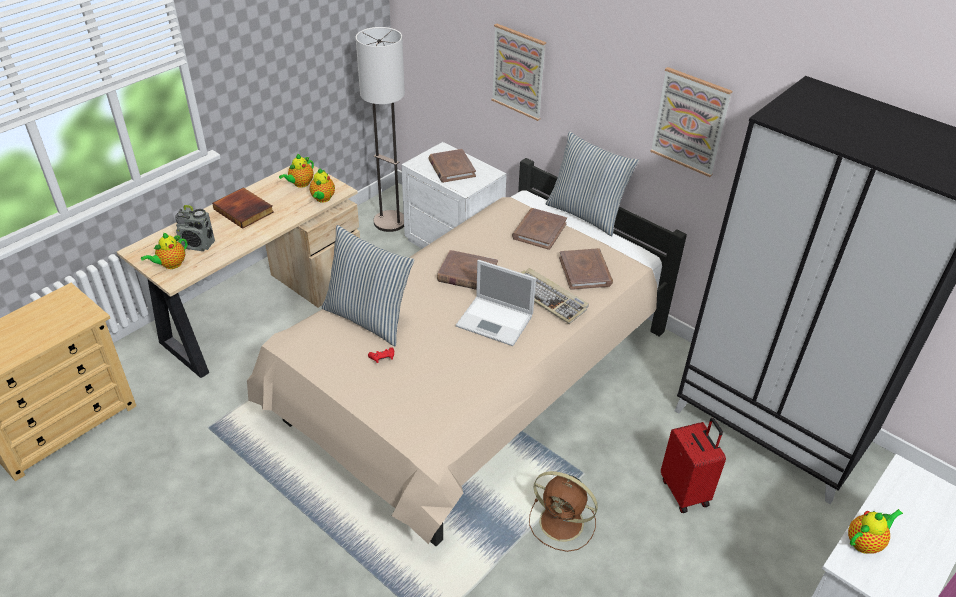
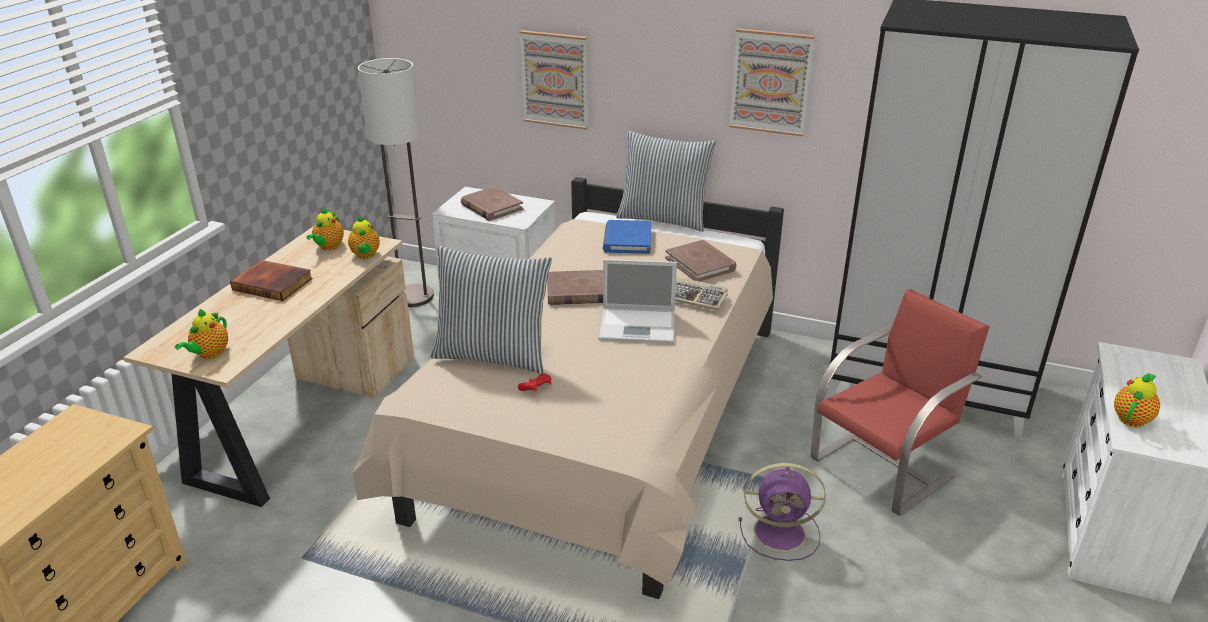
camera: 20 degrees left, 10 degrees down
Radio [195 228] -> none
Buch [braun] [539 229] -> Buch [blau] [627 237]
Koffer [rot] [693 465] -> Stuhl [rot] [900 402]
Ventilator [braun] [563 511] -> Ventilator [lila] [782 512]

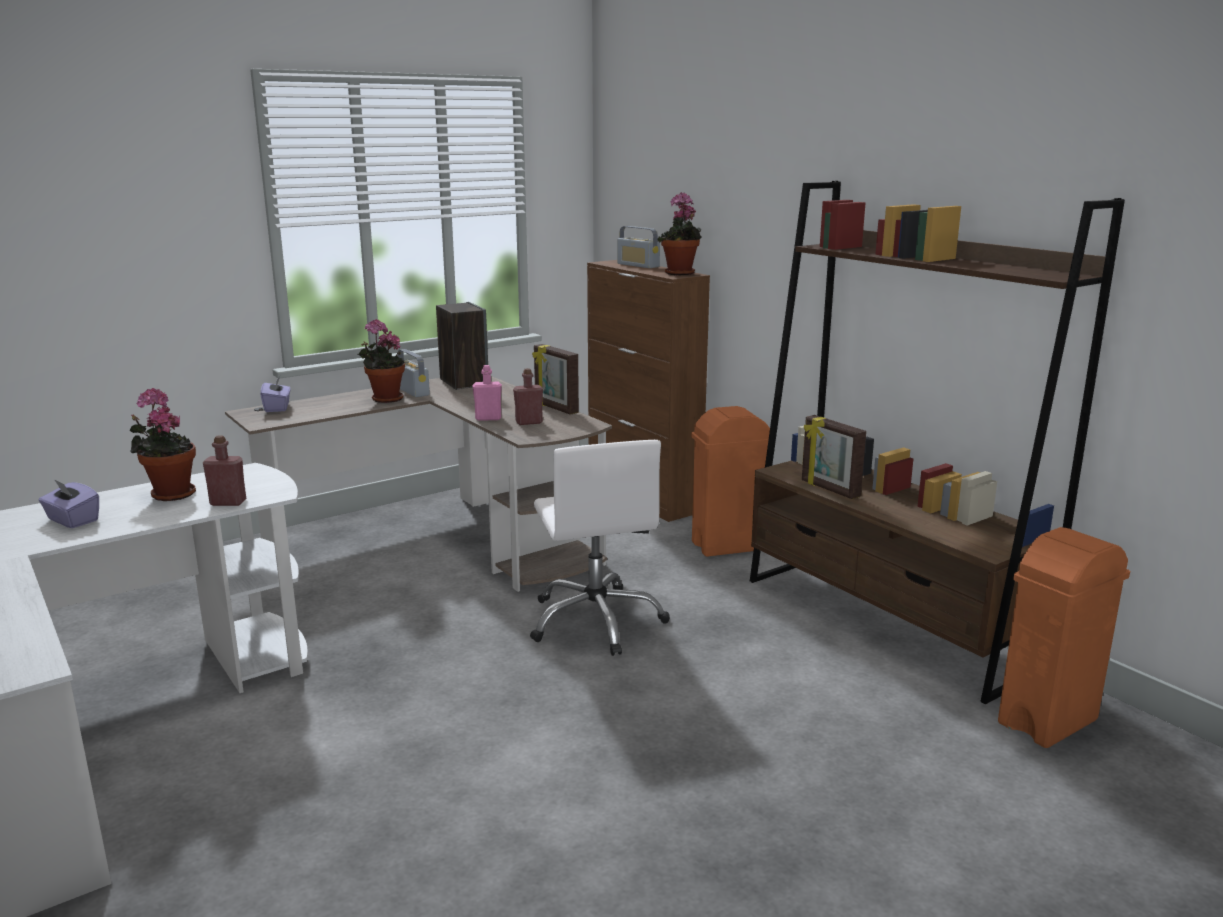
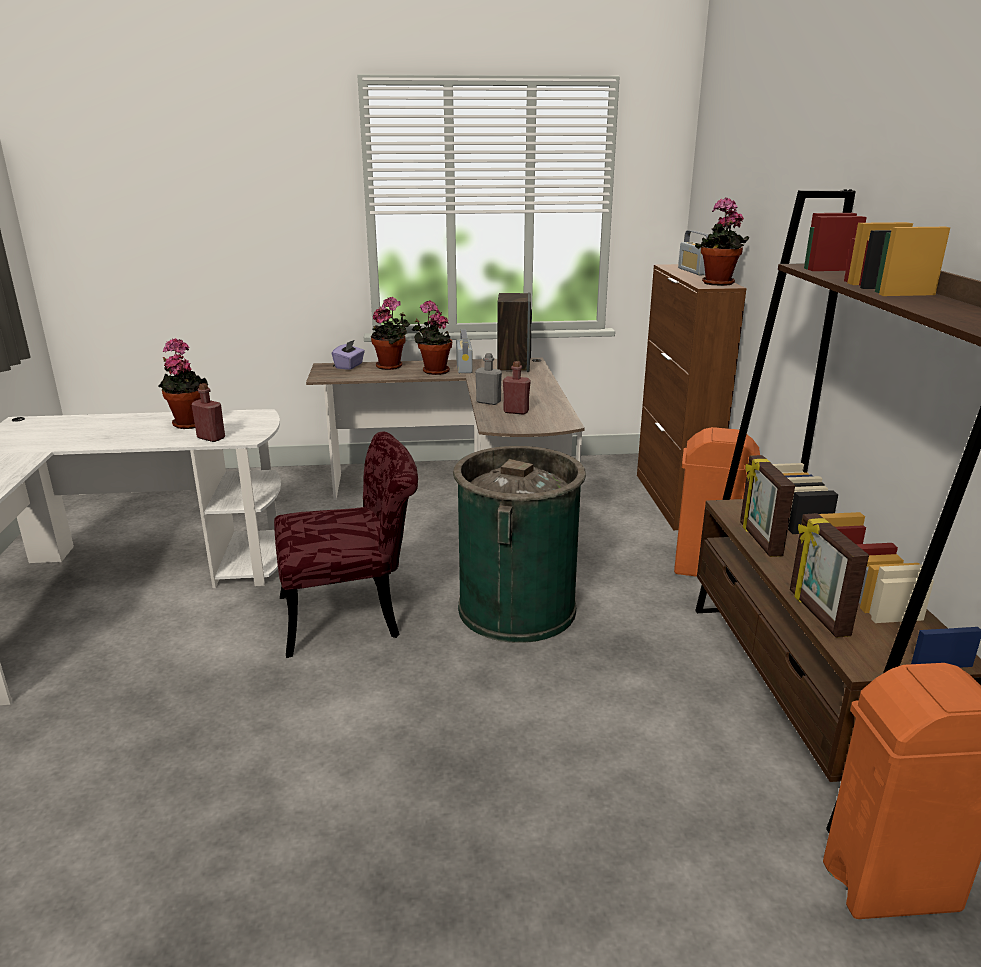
camera: 30 degrees right, 5 degrees up
Bilderrahmen [555 379] -> Bilderrahmen [829 575], move
Flasche [rosa] [487 393] -> Flasche [grau] [488 379]
Bürostuhl [weiß] [600 548] -> Mülleimer [grün] [519 544]
Taschentuchbox [lila] [68 503] -> none
none -> Topfpflanze [390 333]
none -> Stuhl [rot] [346 545]

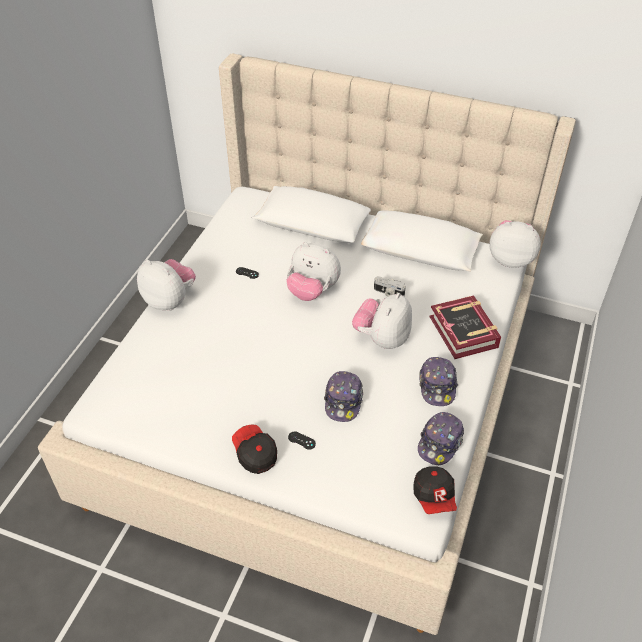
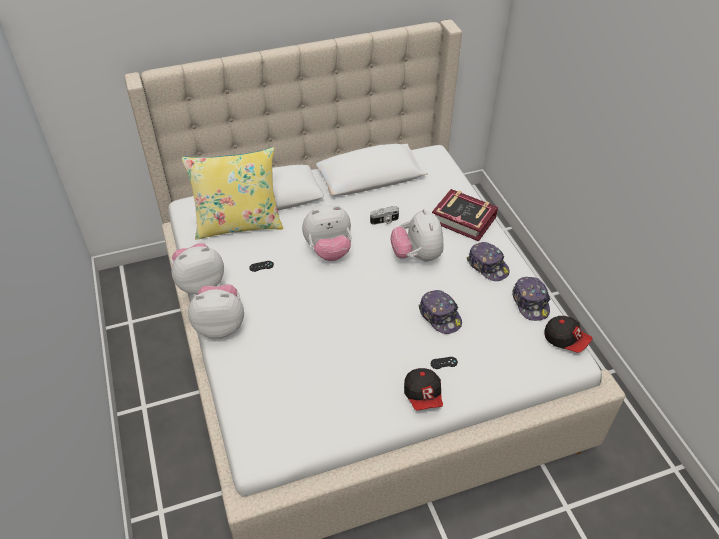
camera: 40 degrees left, 0 degrees up
Plüschtier [515 244] -> Plüschtier [197 268], move
Kappe [254 449] -> Kappe [423 389], 120 degrees counterclockwise
none -> Kissen [gelb] [232 193]

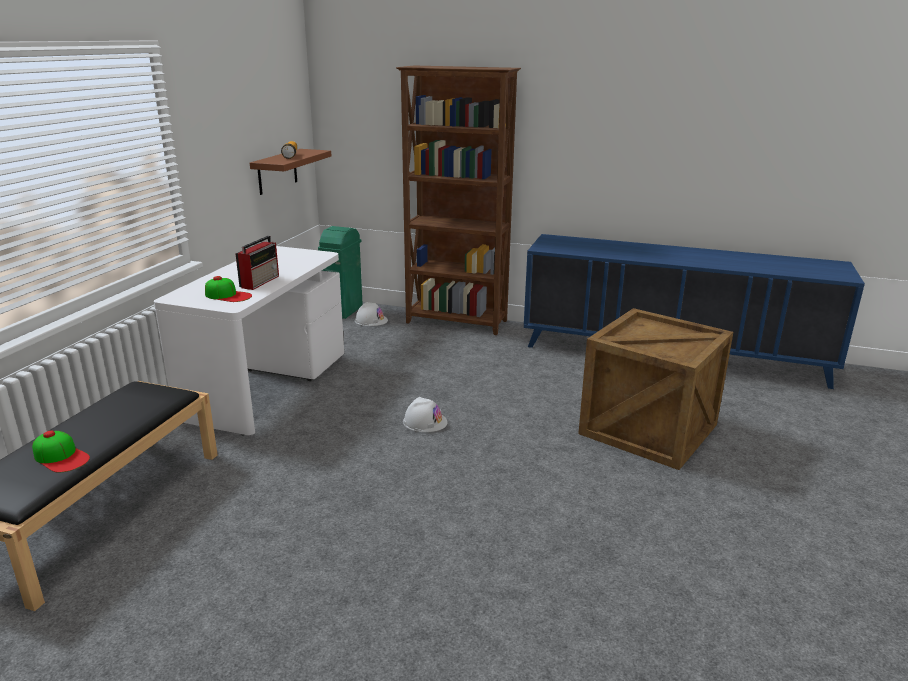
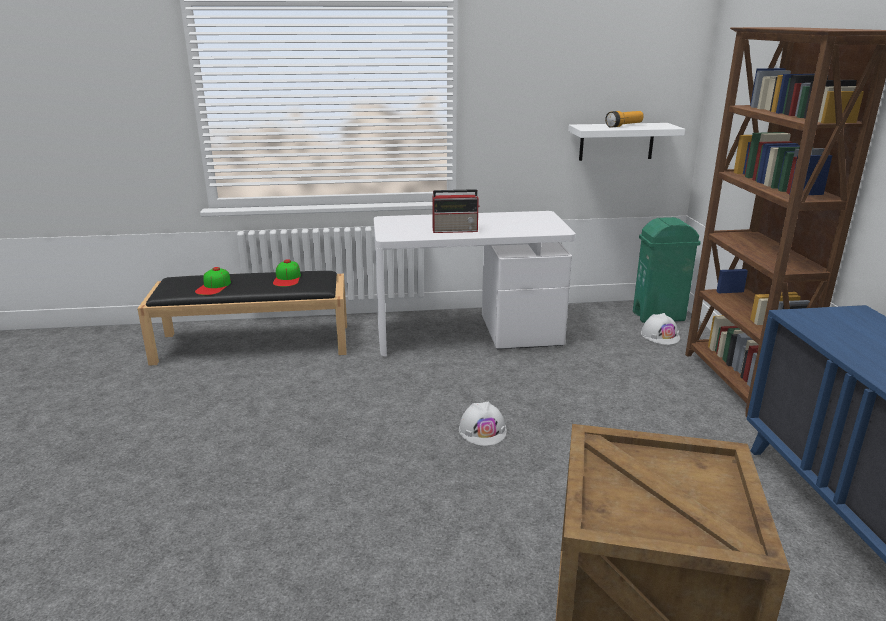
camera: 65 degrees right, 0 degrees up
Wandregal [braun] [291 172] -> Wandregal [weiß] [626 142]
Kappe [228 289] -> Kappe [287 273], move

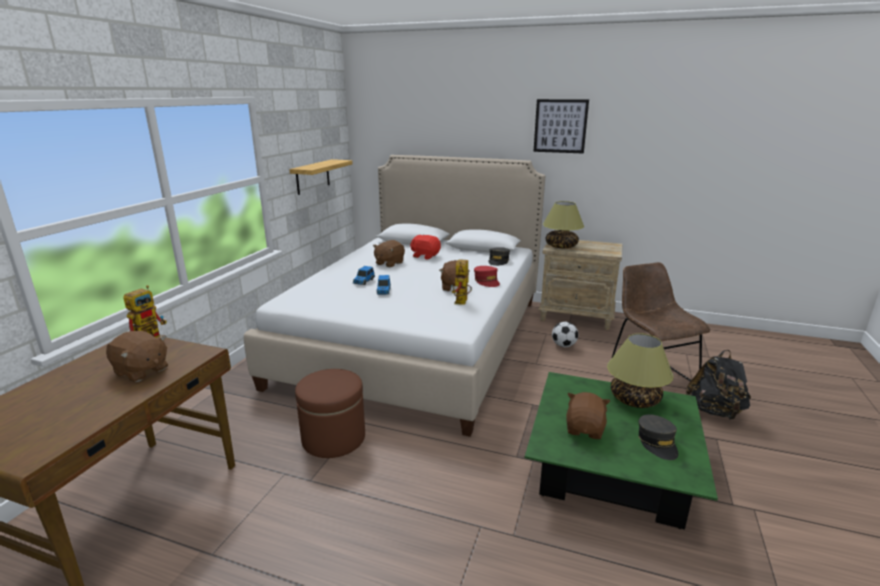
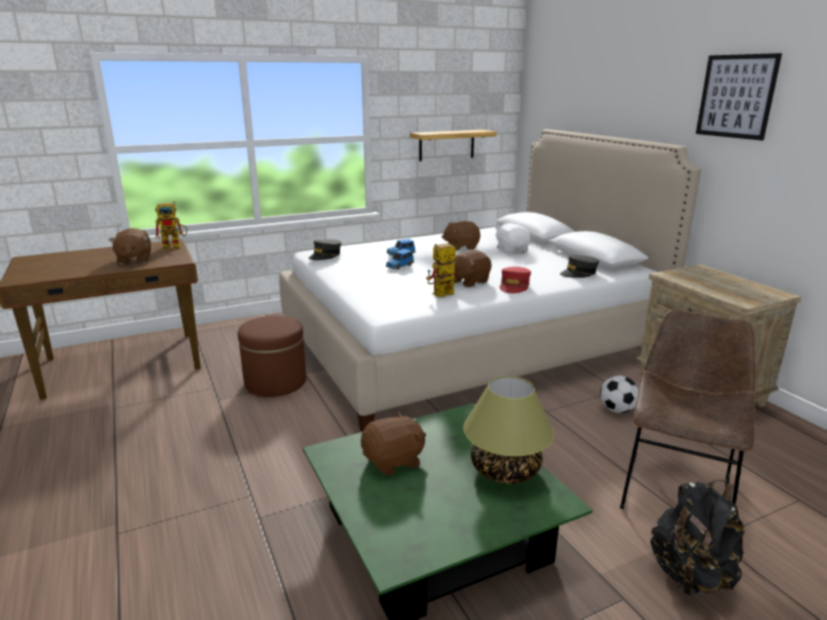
camera: 45 degrees right, 0 degrees up
Tischlampe [563 224] -> none
Plüschtier [rot] [425 247] -> Plüschtier [weiß] [512 238]
Kappe [grau] [658 437] -> Kappe [grau] [325 249], move

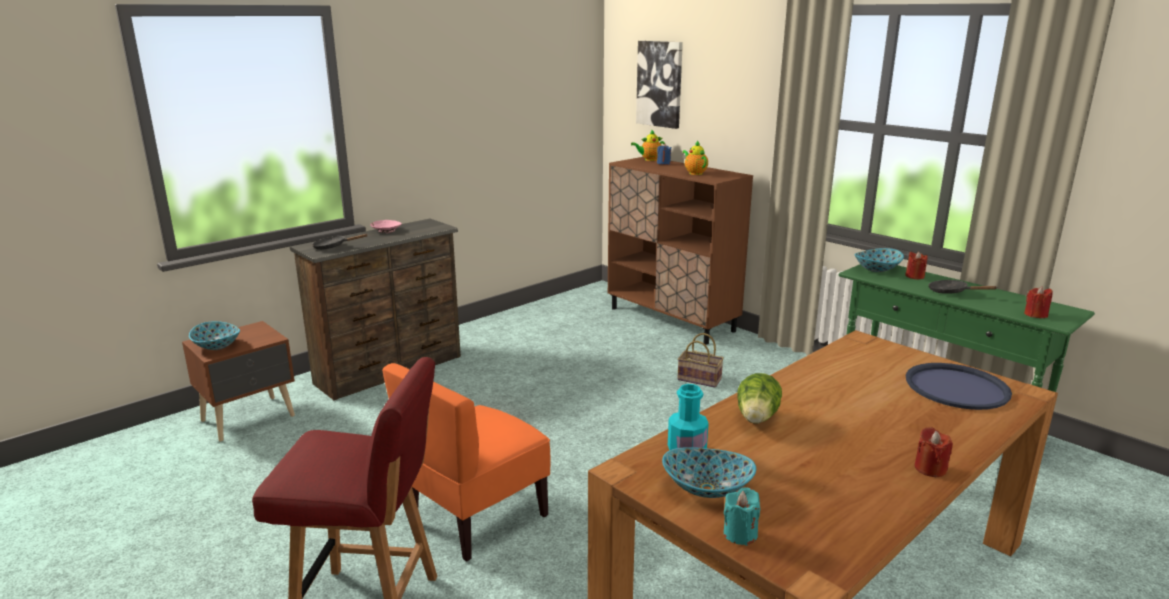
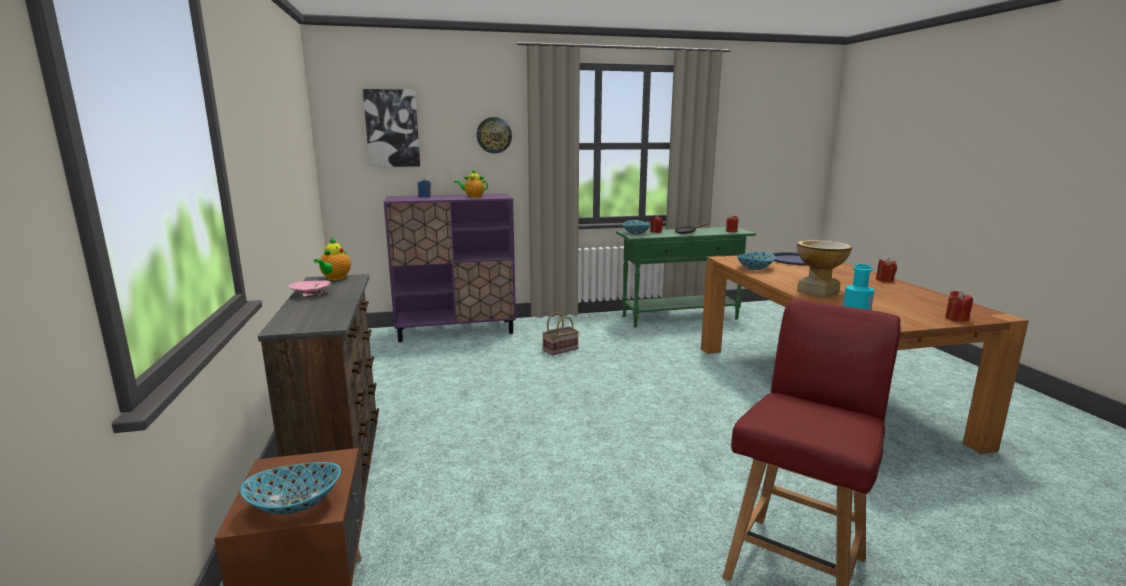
camera: 60 degrees left, 5 degrees down
Teekanne [648 145] -> Teekanne [332 258], move
Schrank [braun] [680 251] -> Schrank [lila] [450 267]
Pfanne [schwarz] [340 242] -> none
Stuhl [orange] [466 462] -> none
Salatkopf [760 398] -> Vase [824 269]
Schüssel [709 472] -> Schüssel [756 260], move
Kerze [türkis] [742 516] -> Kerze [rot] [959 306]
none -> Wanduhr [494 135]

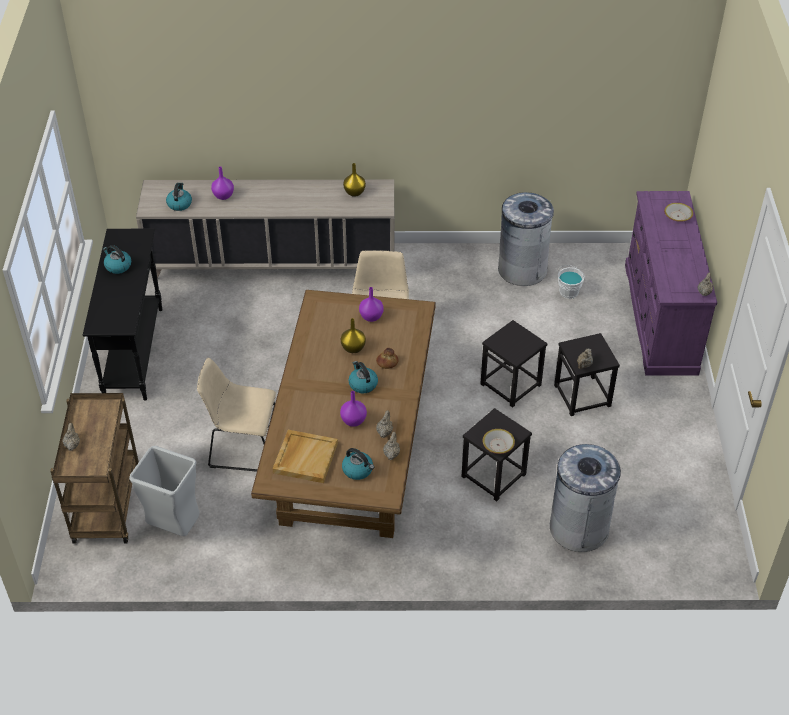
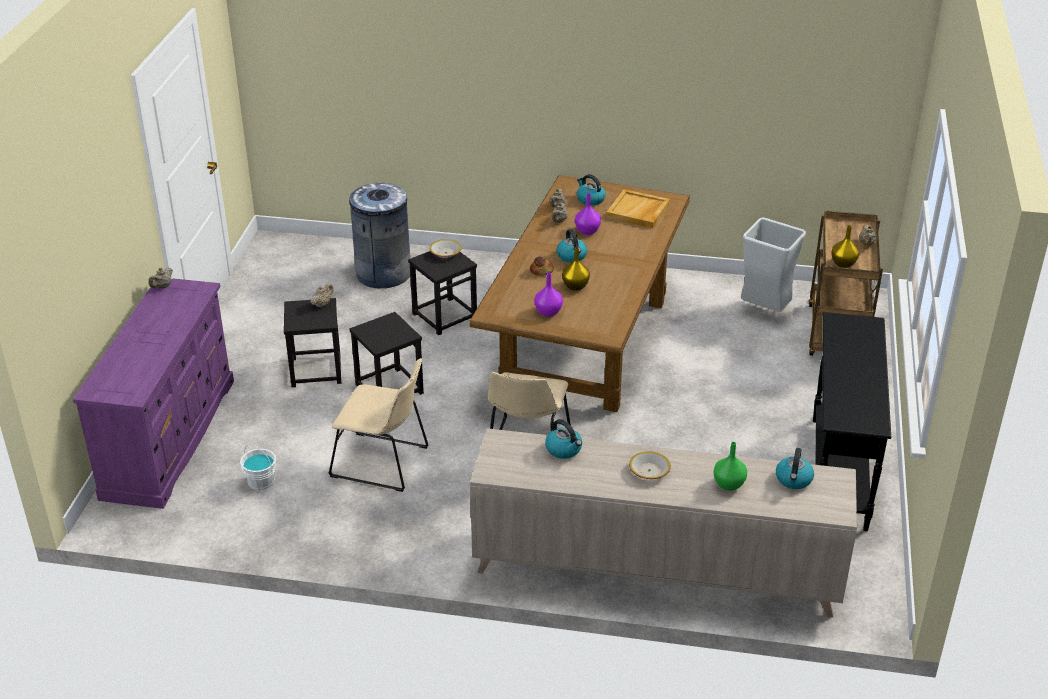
camera: 170 degrees left, 10 degrees down
Vase [gelb] [354 180] -> Vase [gelb] [845 246], move
Vase [lila] [222 183] -> Vase [grün] [730 466]
Mülleimer [grau] [526 239] -> none
Schüssel [678 212] -> Schüssel [650 465], move
Wasserkessel [117 259] -> Wasserkessel [563 439], move
Stuhl [beige] [236 415] -> Stuhl [beige] [379 425], move

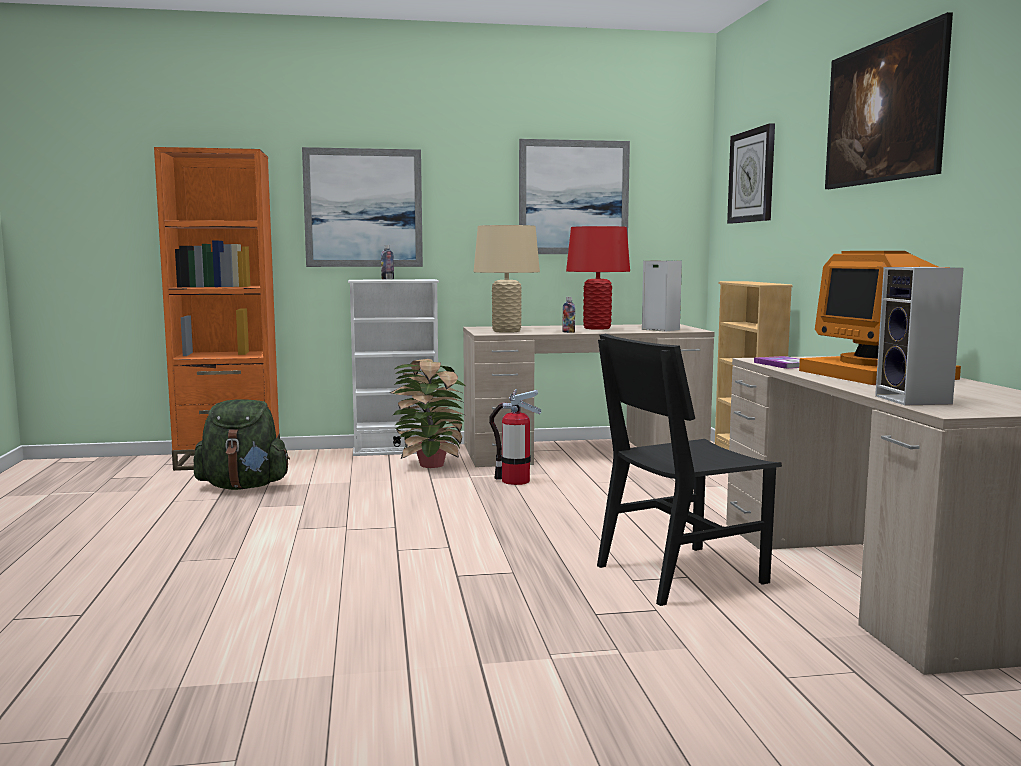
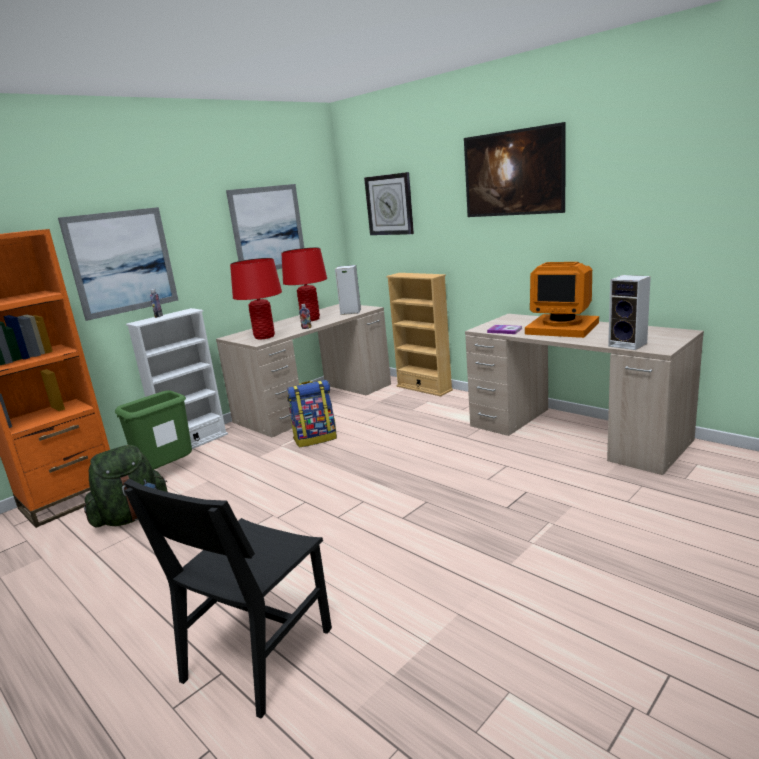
camera: 35 degrees left, 10 degrees up
Tischlampe [beige] [507 279] -> Tischlampe [rot] [256 299]
Stuhl [schwarz] [689 469] -> Stuhl [schwarz] [228 599], move
Topfpflanze [428 413] -> none
Feuerlöscher [515 437] -> Rucksack [312 413]
none -> Mülleimer [grün] [153 430]

